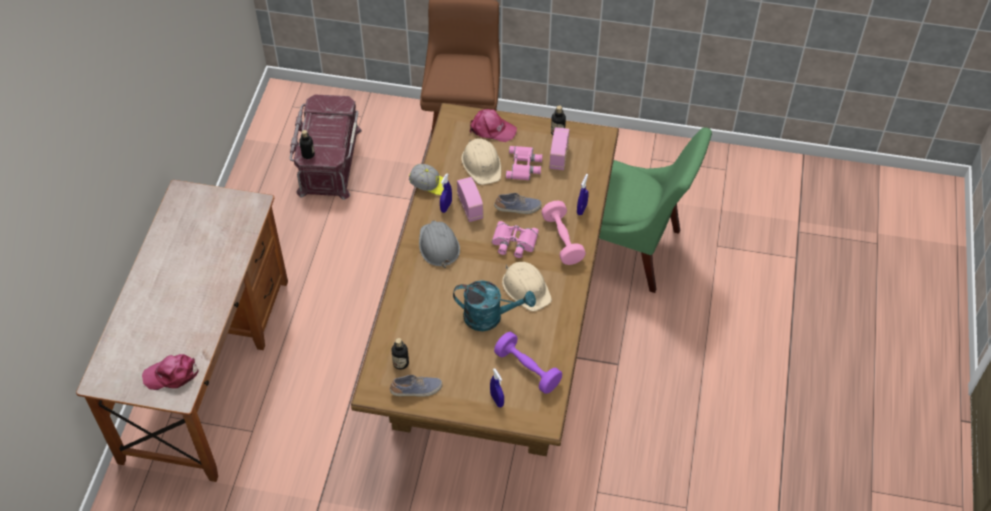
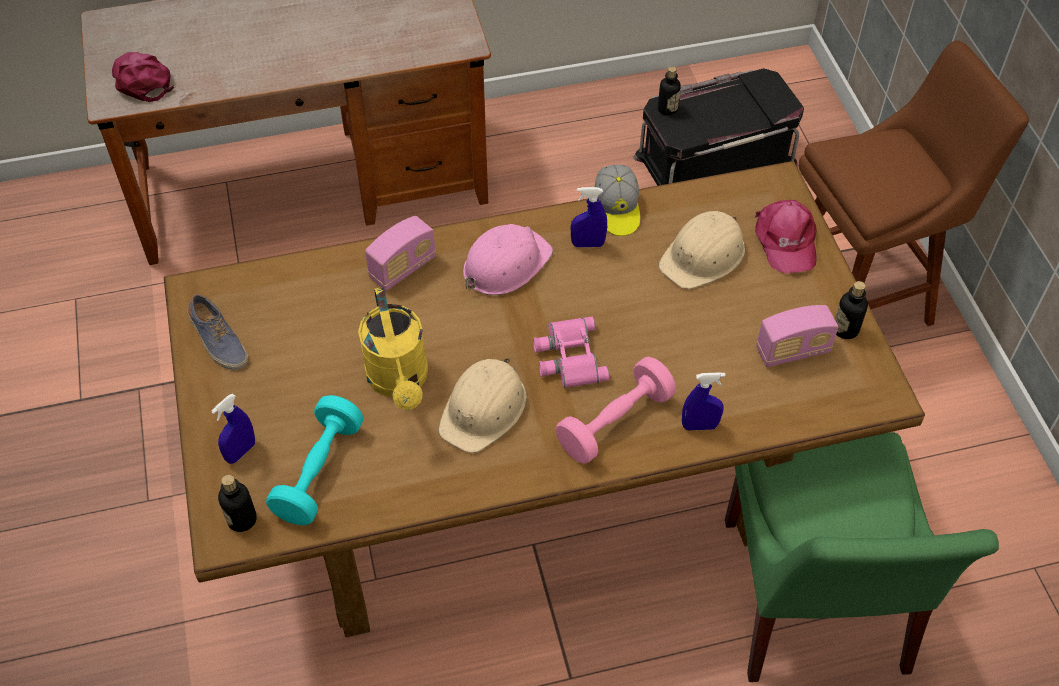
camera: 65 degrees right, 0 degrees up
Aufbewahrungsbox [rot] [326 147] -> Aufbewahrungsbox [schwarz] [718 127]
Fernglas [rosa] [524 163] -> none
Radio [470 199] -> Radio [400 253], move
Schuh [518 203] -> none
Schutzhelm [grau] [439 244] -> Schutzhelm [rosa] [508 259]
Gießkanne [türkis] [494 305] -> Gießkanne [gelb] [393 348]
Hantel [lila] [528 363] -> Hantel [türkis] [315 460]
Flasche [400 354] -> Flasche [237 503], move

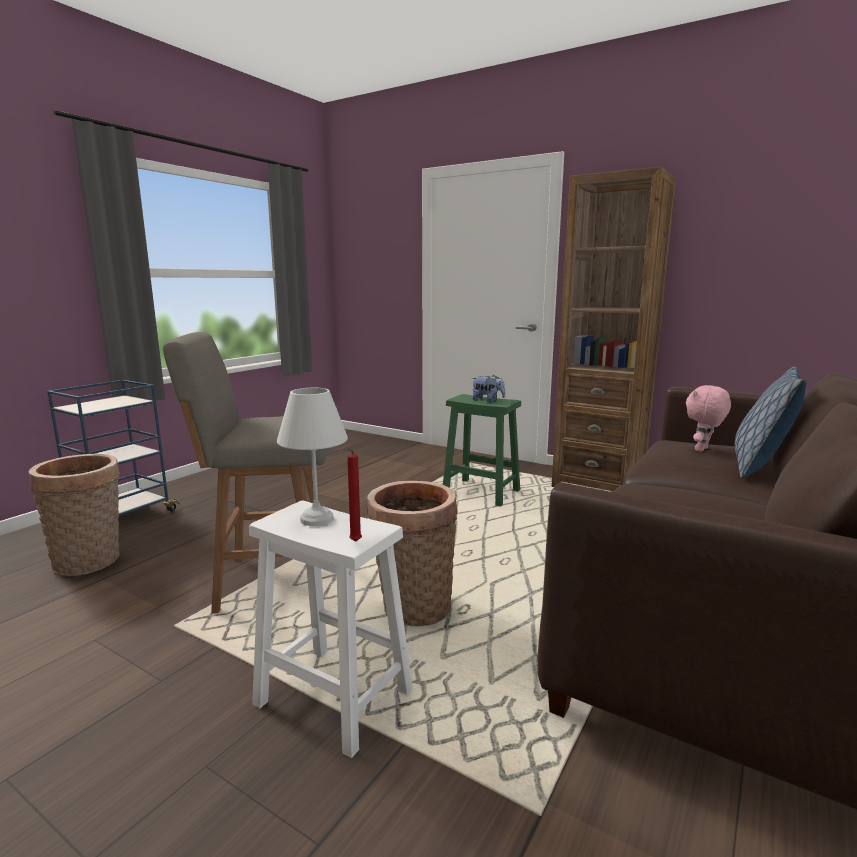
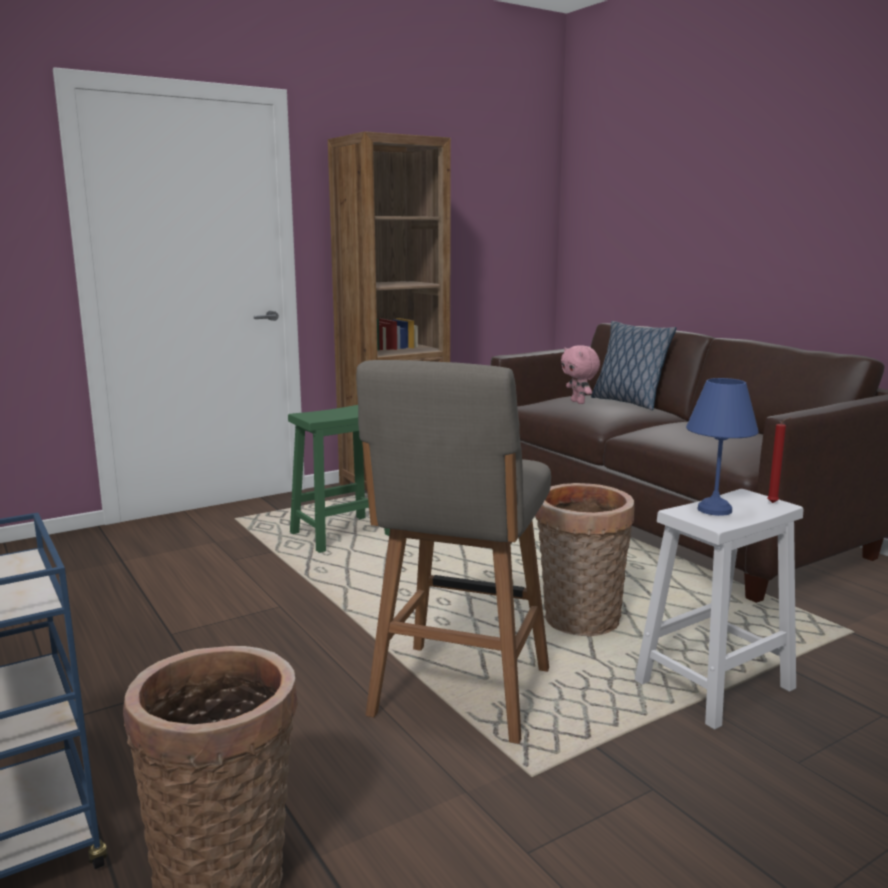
camera: 65 degrees left, 0 degrees up
Plüschtier [488 388] -> none
Tischlampe [weiß] [312 457] -> Tischlampe [blau] [722 447]

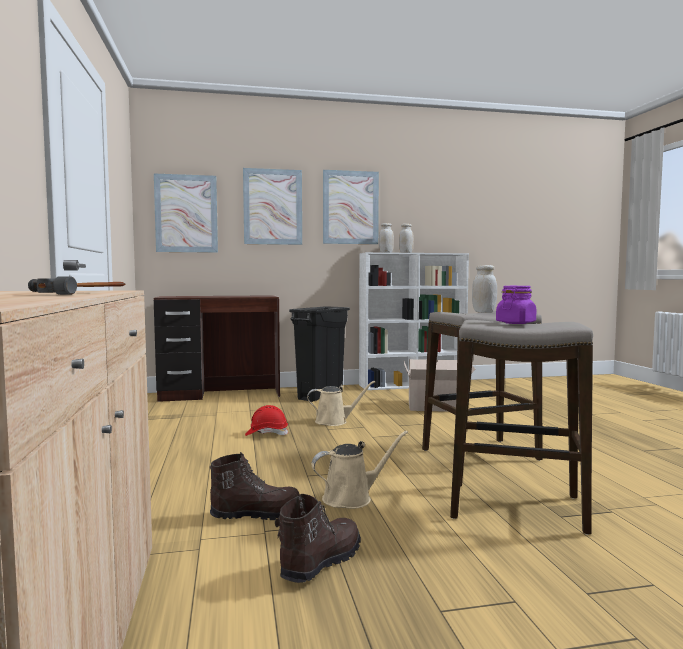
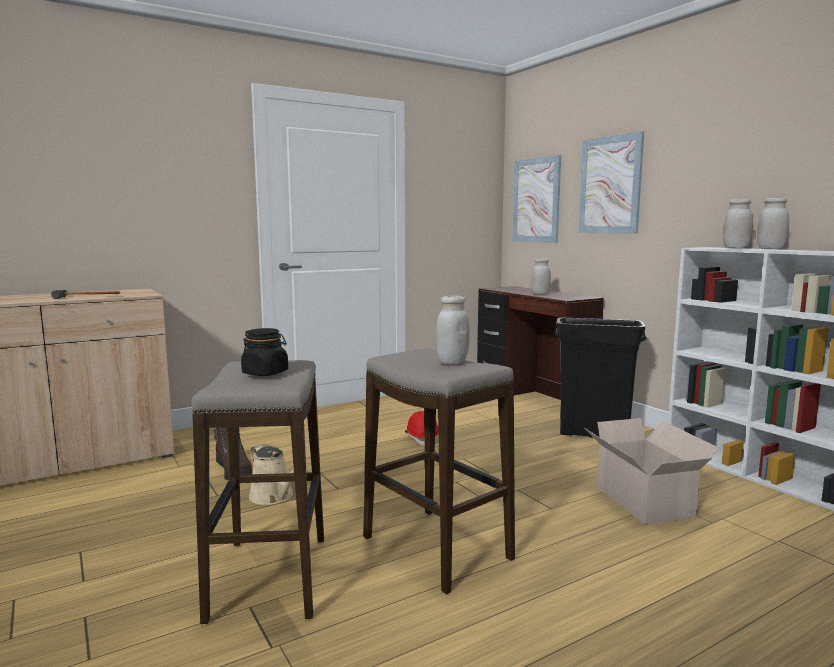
camera: 70 degrees right, 5 degrees up
Bild [351 207] -> none
Vorratsglas [lila] [516 305] -> Vorratsglas [schwarz] [264 352]
Gießkanne [beige] [341 403] -> none
Stiefel [braun] [318 538] -> none
none -> Vorratsglas [weiß] [541 276]

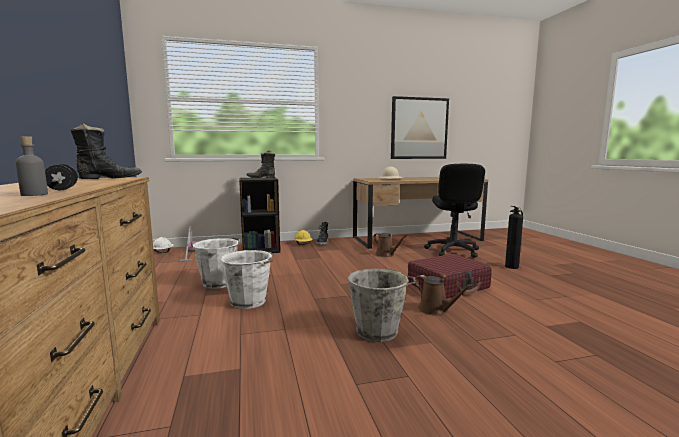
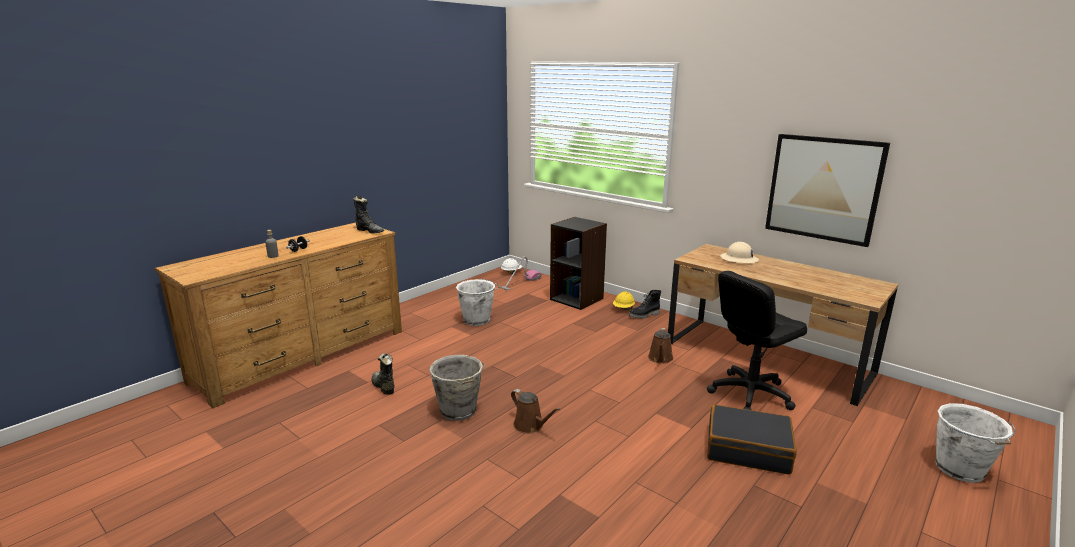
camera: 55 degrees right, 10 degrees up
Stiefel [schwarz] [260 164] -> Stiefel [schwarz] [382 374], move
Feuerlöscher [514 237] -> Koffer [schwarz] [752 440]
Eimer [weiß] [246 279] -> Eimer [weiß] [975 443], move
Koffer [rot] [450 276] -> none
Gießkanne [braun] [444 295] -> Gießkanne [braun] [535 411], 60 degrees counterclockwise

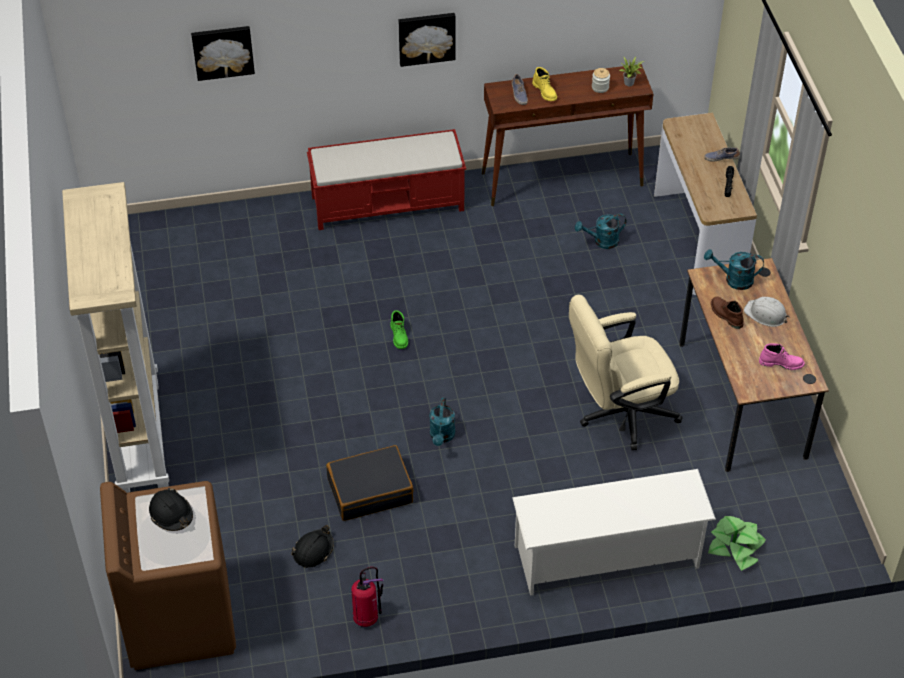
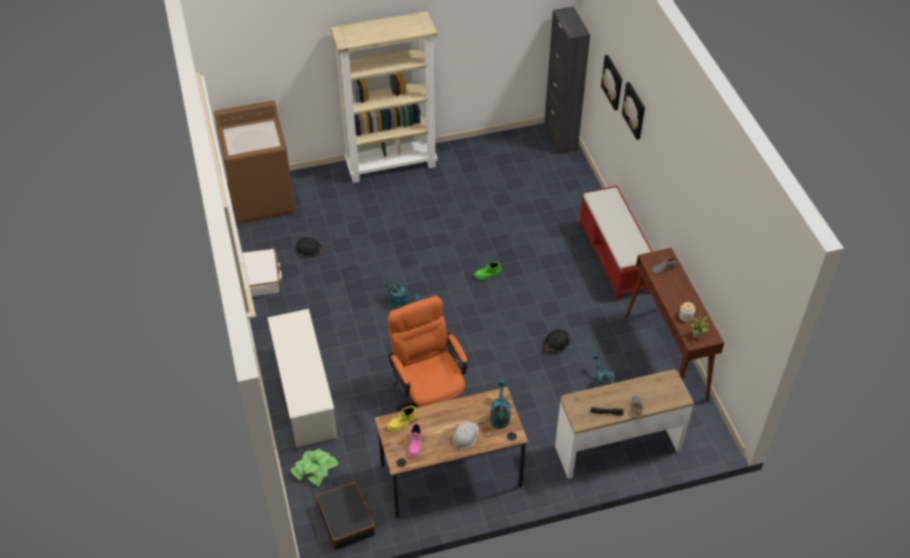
camera: 85 degrees right, 0 degrees up
Bild [427 40] -> Bild [633 111], move
Stiefel [gelb] [544 84] -> Stiefel [gelb] [402 418], move
Bürostuhl [beige] [626 372] -> Bürostuhl [orange] [427 353]
Stiefel [braun] [727 313] -> none
Gießkanne [türkis] [442 421] -> Gießkanne [türkis] [403 295], 150 degrees counterclockwise
Koffer [schwarz] [370 483] -> Koffer [schwarz] [345 516], move
Schutzhelm [schwarz] [171 509] -> Schutzhelm [schwarz] [557 341], move
Feuerlöscher [367 597] -> Koffer [weiß] [262 272]
none -> Schrank [schwarz] [567 80]

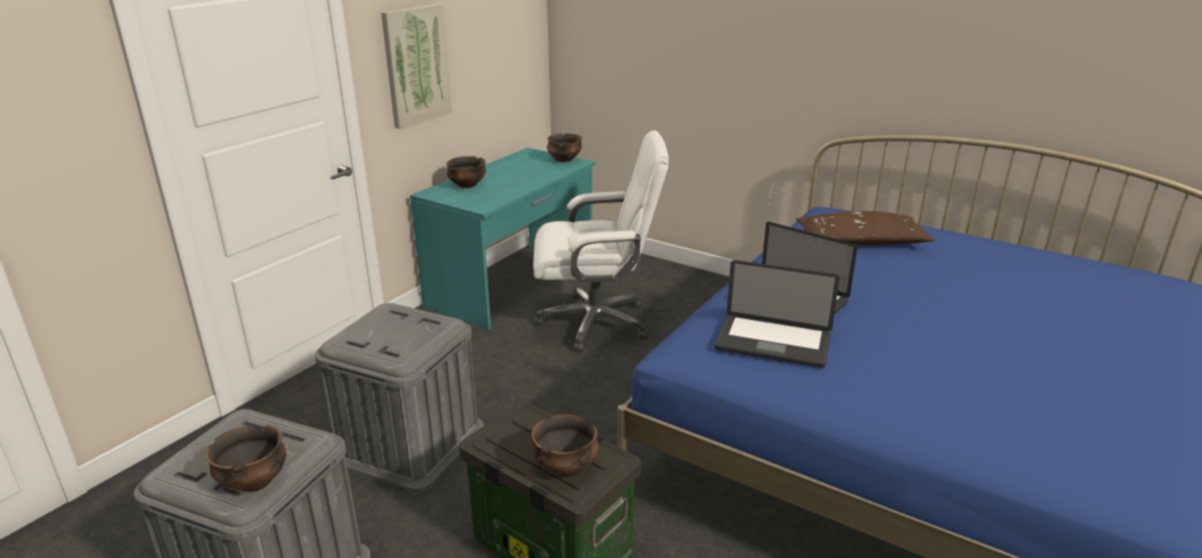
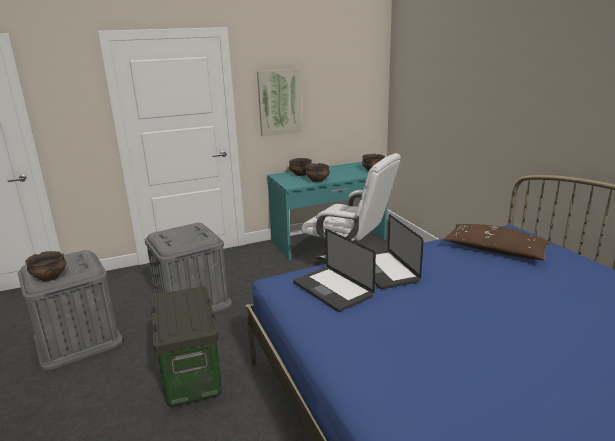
camera: 35 degrees right, 5 degrees down
Schüssel [564 445] -> Schüssel [317 173], move

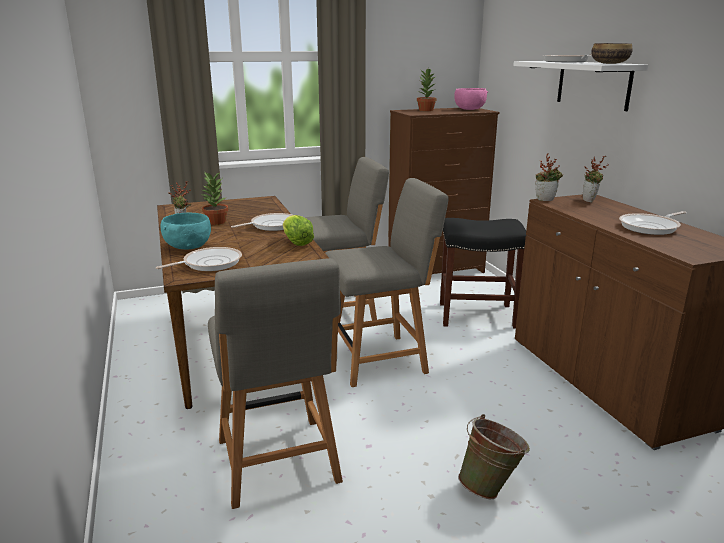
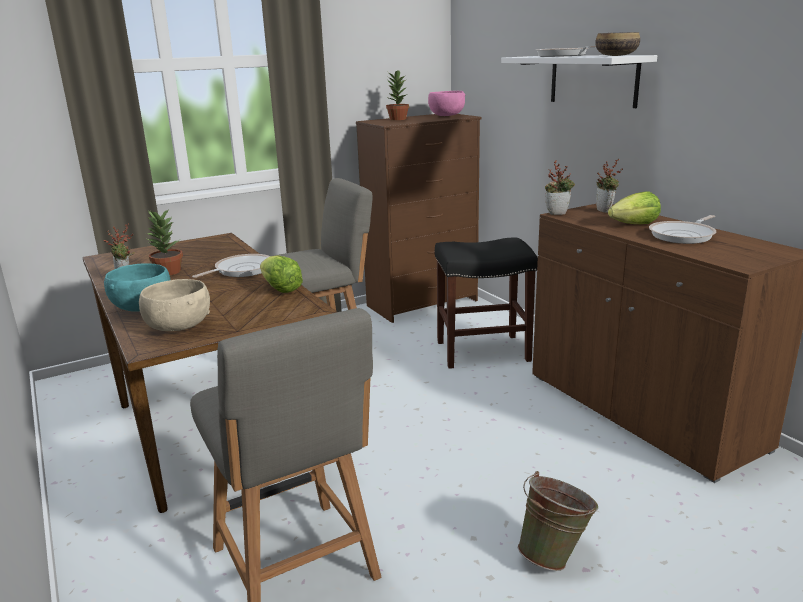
camera: 10 degrees left, 0 degrees up
Stuhl [grau] [386 282] -> none
Pfanne [199 259] -> Schüssel [beige] [174 305]
none -> Salatkopf [634 207]

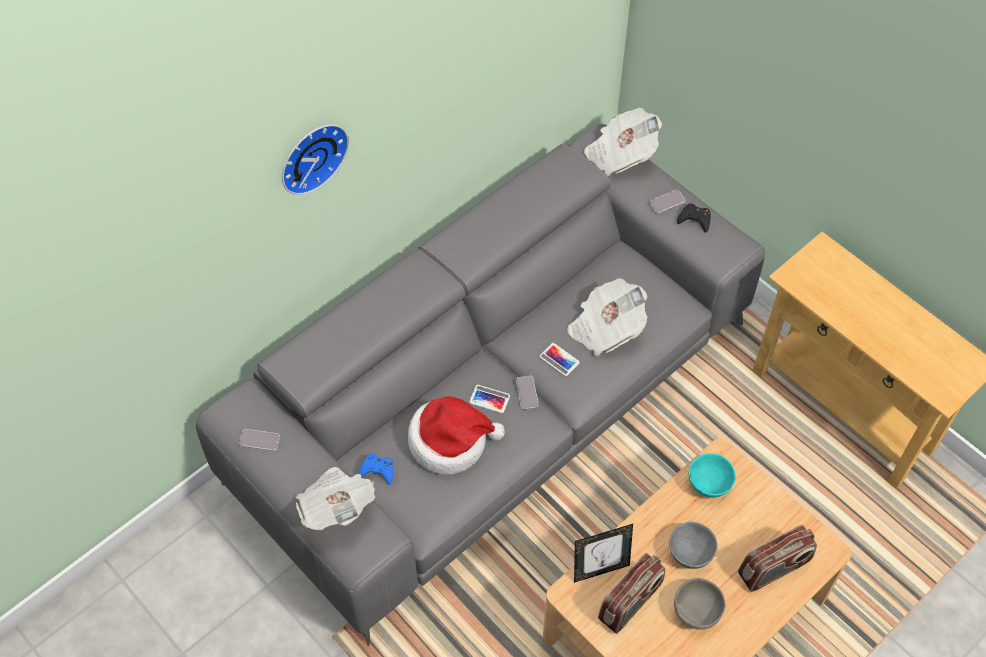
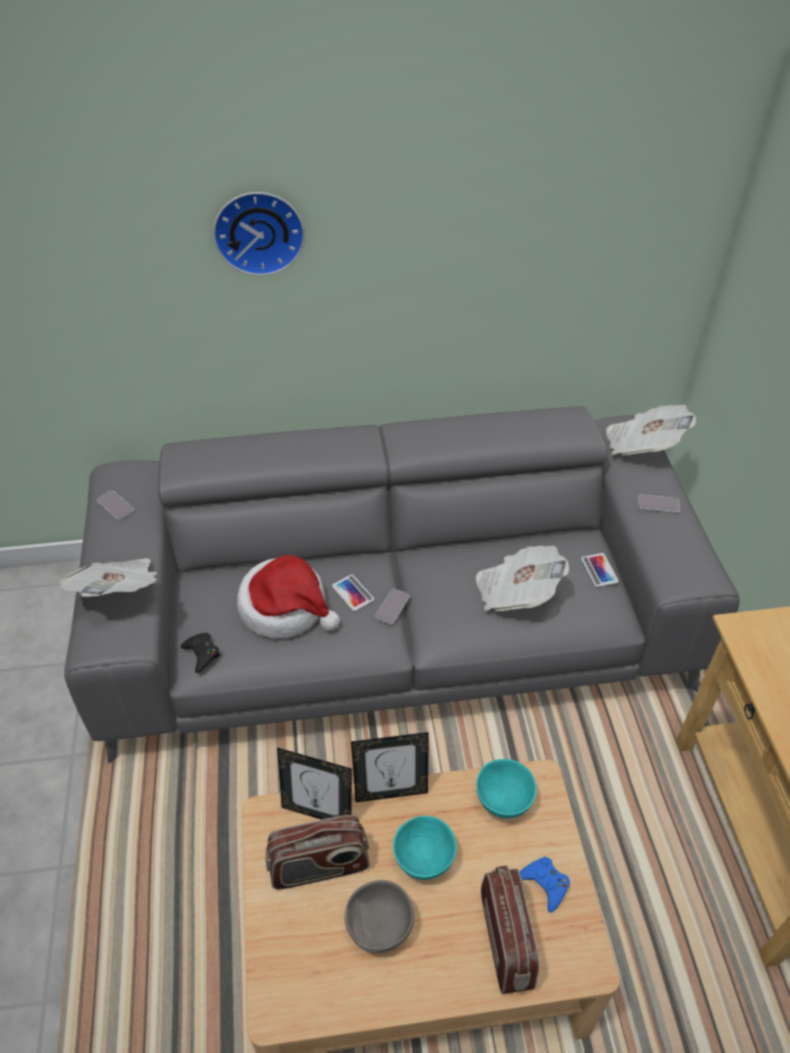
camera: 35 degrees right, 10 degrees down
Gamepad [schwarz] [693 218] -> Gamepad [schwarz] [200 653], move
Handy [559 359] -> Handy [600 570], move
Gamepad [blau] [375 469] -> Gamepad [blau] [545 885], move
Schüssel [grau] [693 545] -> Schüssel [türkis] [425 848]
Radio [777 558] -> Radio [510 930], 105 degrees counterclockwise
none -> Bilderrahmen [390 767]

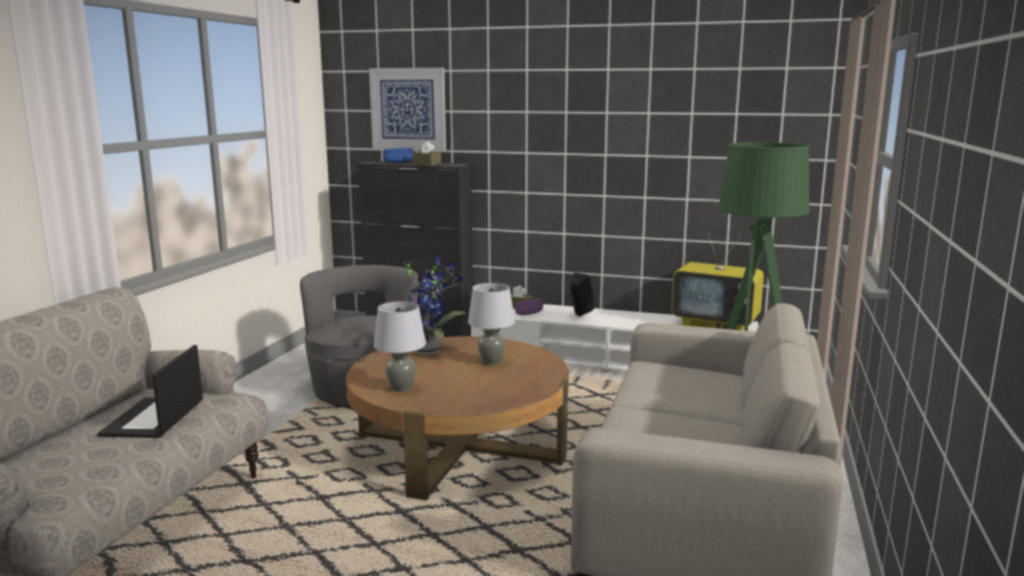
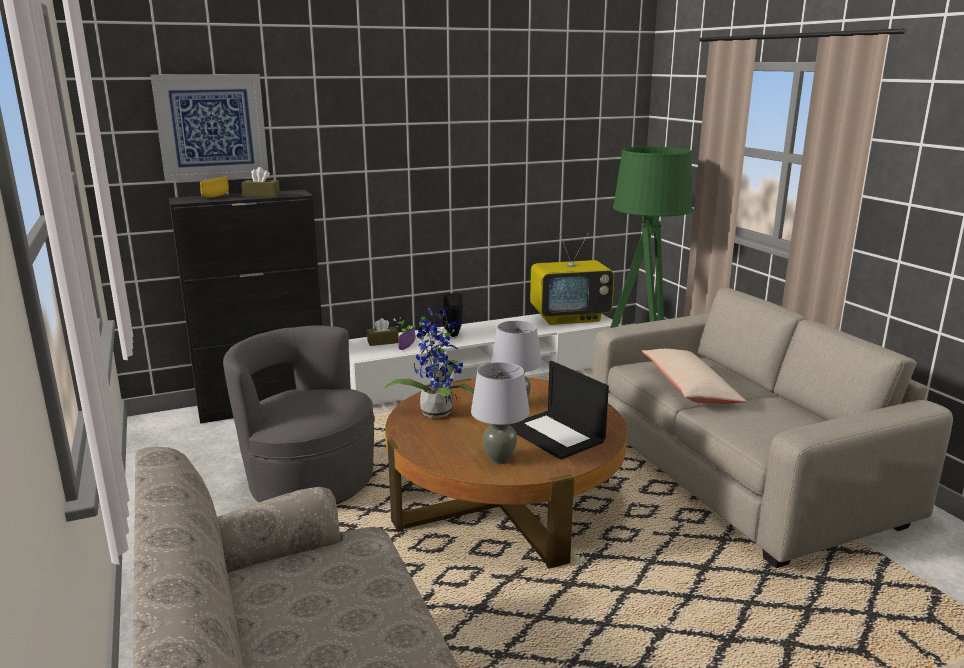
camera: 40 degrees left, 5 degrees up
Schüssel [blau] [398 155] -> Schüssel [gelb] [214 187]
Laptop [150 391] -> Laptop [559 410], move
none -> Kissen [beige] [694 376]

